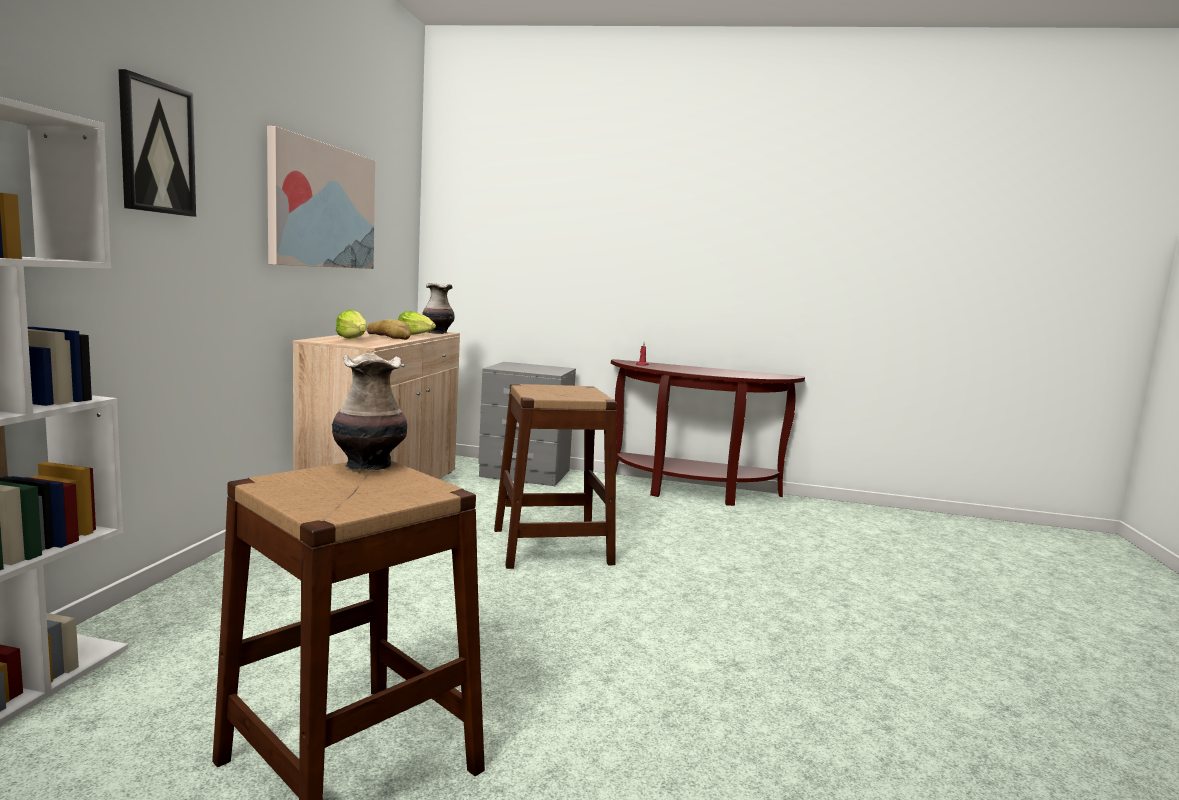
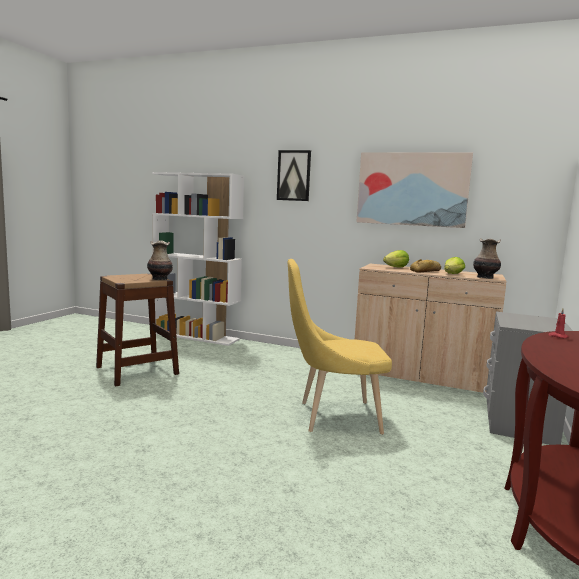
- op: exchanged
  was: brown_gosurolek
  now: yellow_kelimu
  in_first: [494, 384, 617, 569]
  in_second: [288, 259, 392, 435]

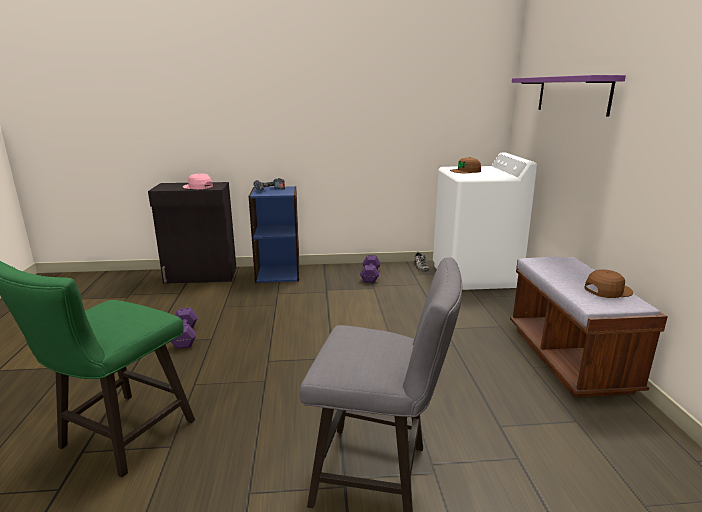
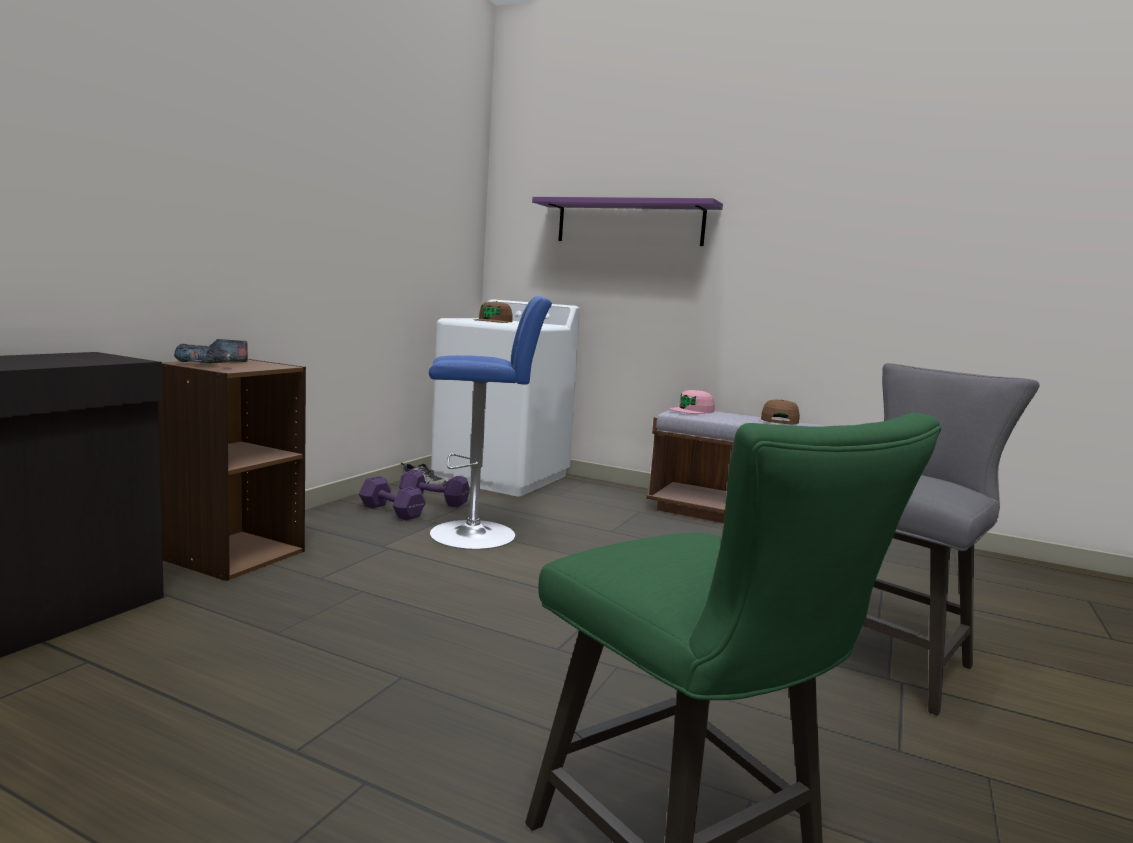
- op: appeared
  now: blue_gosurolek
  in_second: [429, 296, 552, 550]
- op: relocated
  was: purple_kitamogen
  in_first: [170, 307, 198, 349]
  in_second: [399, 470, 470, 508]
- op: relocated
  was: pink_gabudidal
  in_first: [183, 173, 213, 189]
  in_second: [670, 390, 715, 414]
- op: colour
  was: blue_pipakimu
  now: brown_pipakimu
  in_first: [249, 186, 300, 283]
  in_second: [158, 359, 306, 581]

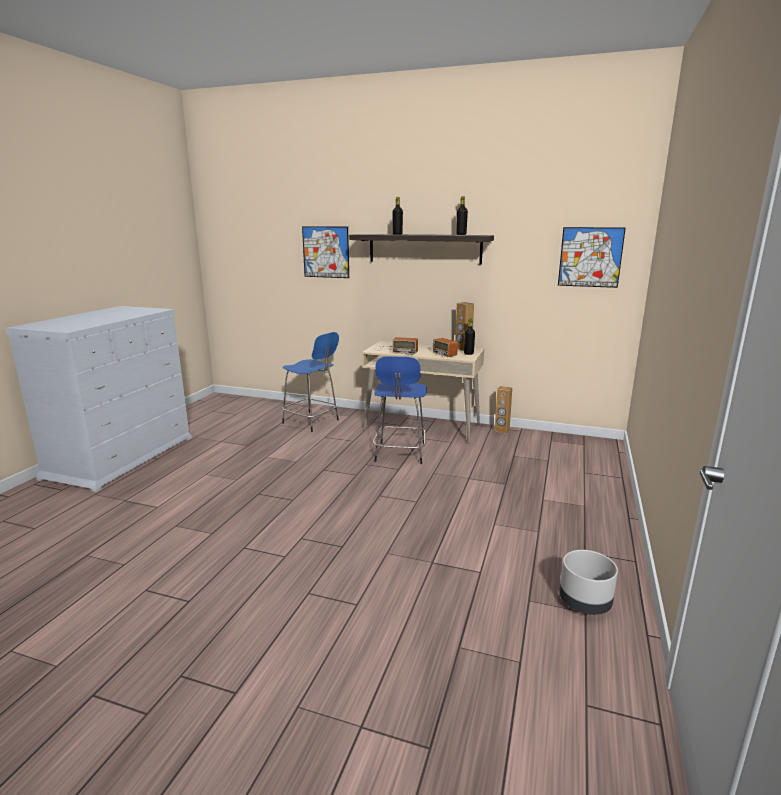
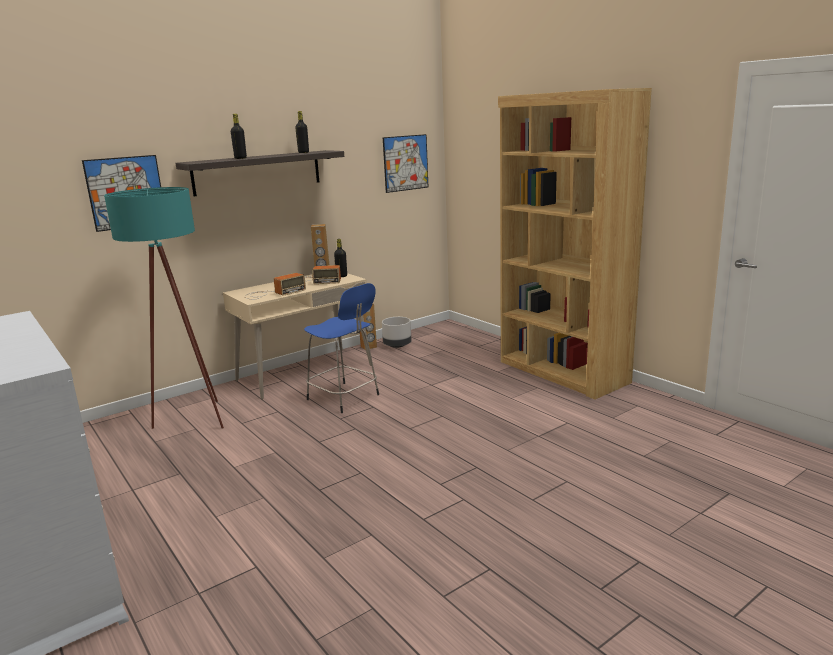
- op: appeared
  now: brown_pipakimu
  in_second: [498, 88, 652, 399]
- op: relocated
  was: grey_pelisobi
  in_first: [559, 550, 618, 615]
  in_second: [382, 317, 412, 348]
- op: exchanged
  was: blue_gosurolek
  now: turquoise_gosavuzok
  in_first: [282, 332, 339, 432]
  in_second: [104, 187, 224, 429]

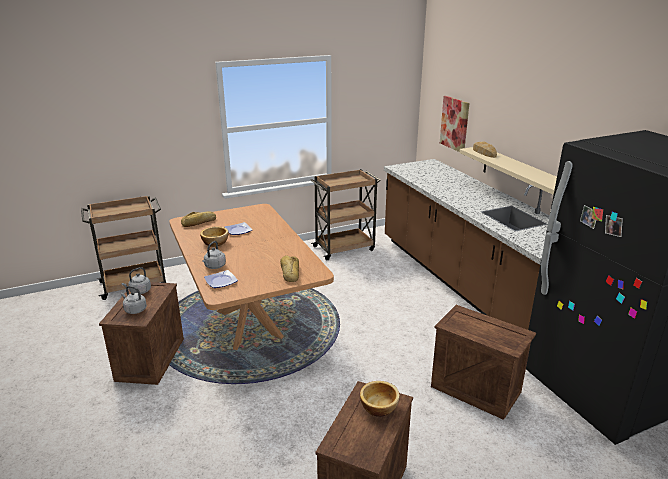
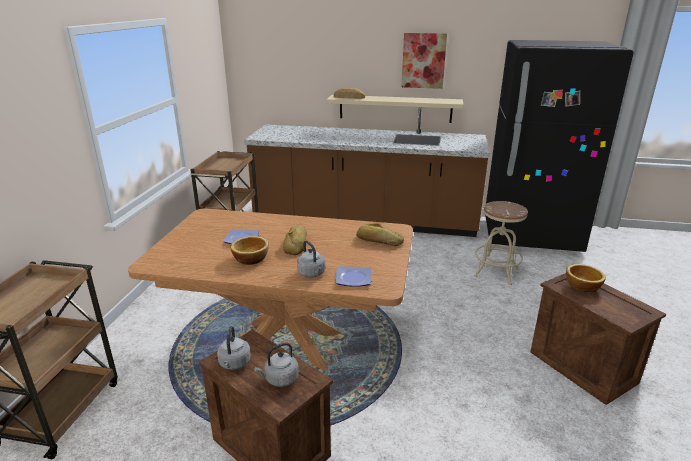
- op: relocated
  was: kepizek
  in_first: [181, 212, 216, 227]
  in_second: [283, 226, 307, 255]
- op: relocated
  was: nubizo
  in_first: [440, 96, 469, 152]
  in_second: [402, 33, 447, 89]
- op: exchanged
  was: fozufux
  now: beige_gosurolek
  in_first: [431, 305, 536, 420]
  in_second: [474, 201, 528, 285]

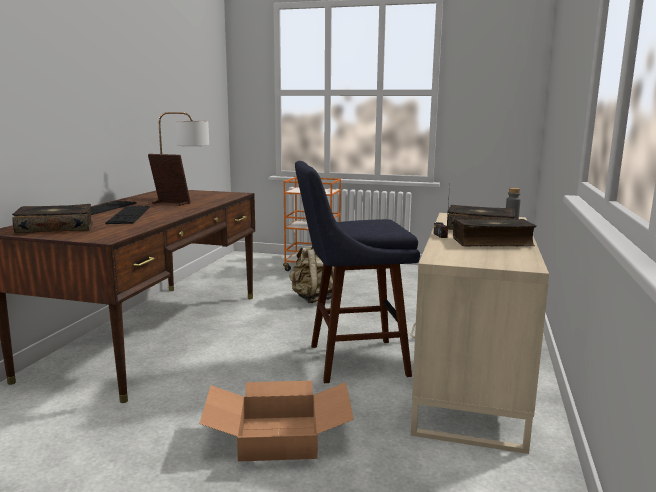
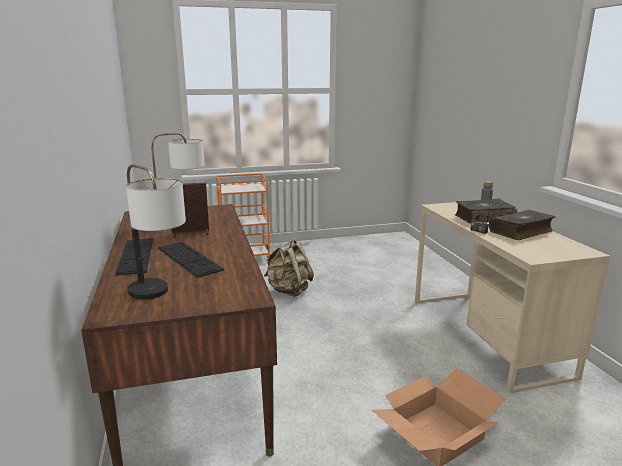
- op: missing
  was: blue_gosurolek
  in_first: [295, 161, 420, 383]
- op: exchanged
  was: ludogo
  now: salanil
  in_first: [12, 204, 93, 233]
  in_second: [126, 164, 186, 300]

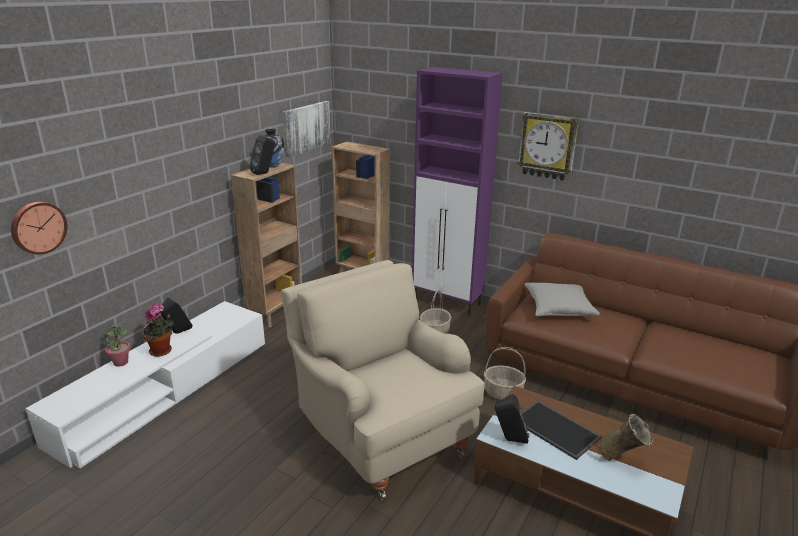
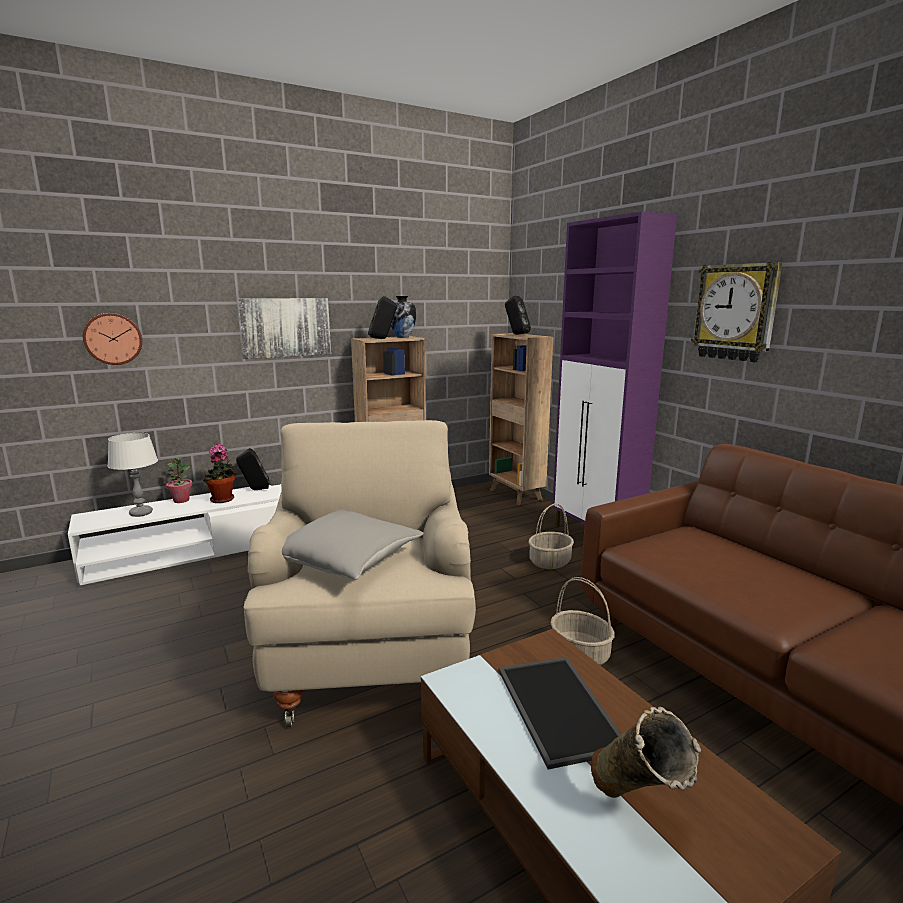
- op: appeared
  now: white_salanil
  in_second: [108, 433, 158, 517]
- op: relocated
  was: nubizo
  in_first: [283, 101, 331, 157]
  in_second: [237, 298, 331, 359]
- op: relocated
  was: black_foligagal
  in_first: [495, 394, 529, 444]
  in_second: [505, 296, 531, 335]
- op: relocated
  was: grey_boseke
  in_first: [524, 283, 600, 316]
  in_second: [282, 509, 424, 580]

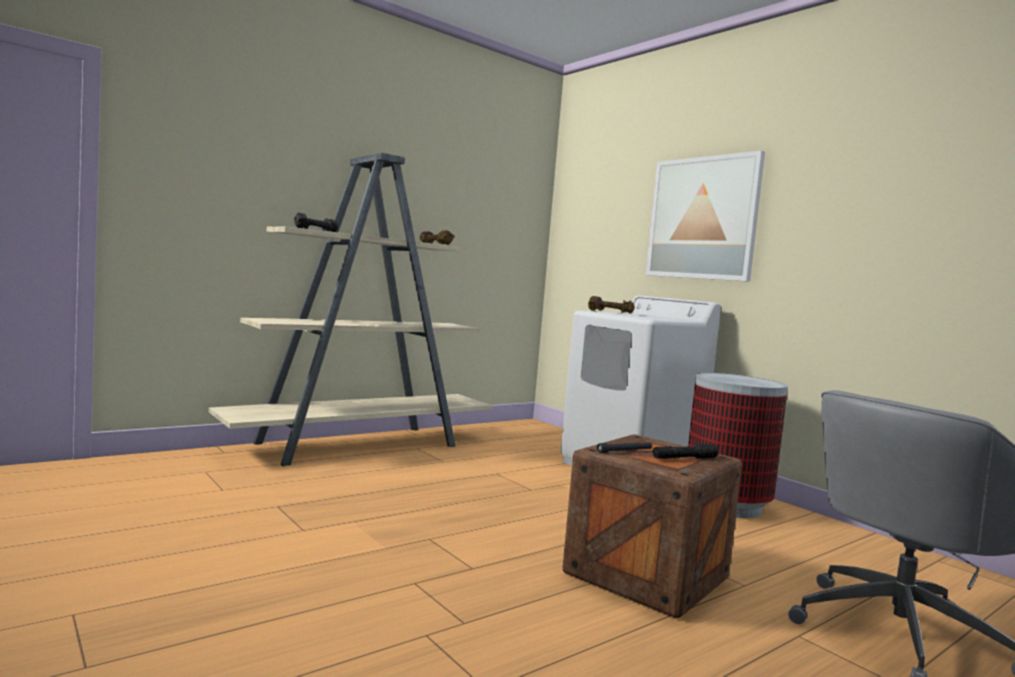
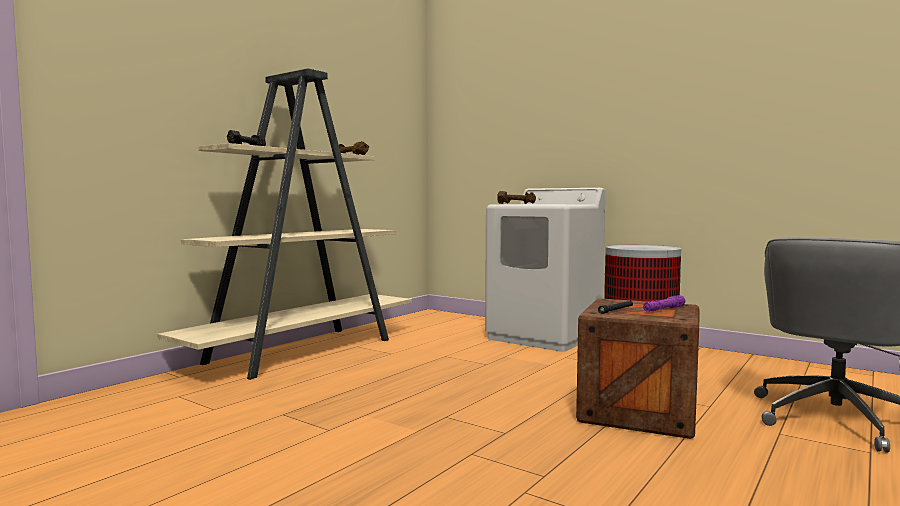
- op: missing
  was: nubizo
  in_first: [646, 151, 765, 282]
- op: colour
  was: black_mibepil
  now: purple_mibepil
  in_first: [652, 444, 718, 459]
  in_second: [643, 295, 685, 312]

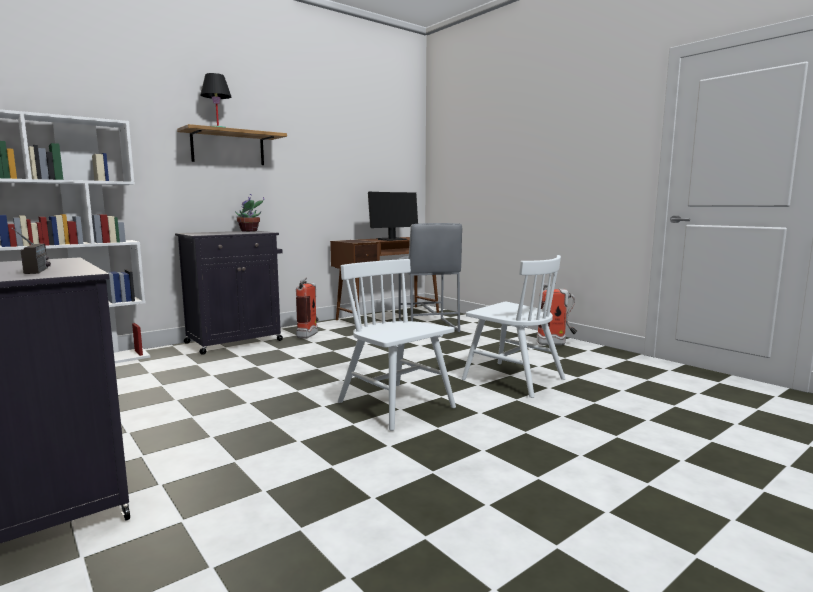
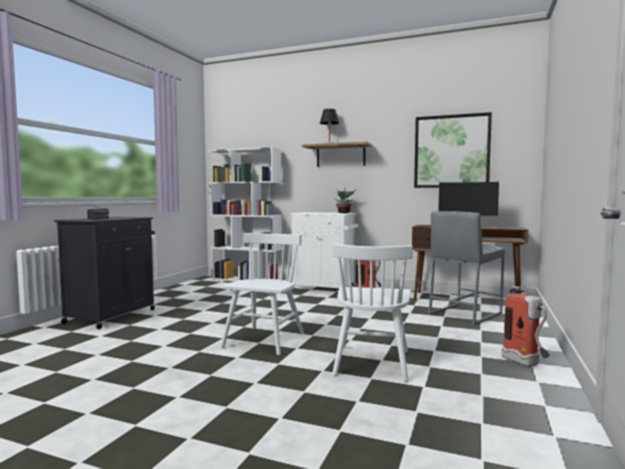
- op: appeared
  now: nubizo
  in_second: [414, 112, 492, 188]
- op: colour
  was: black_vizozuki
  now: white_vizozuki
  in_first: [175, 231, 283, 355]
  in_second: [290, 212, 358, 290]

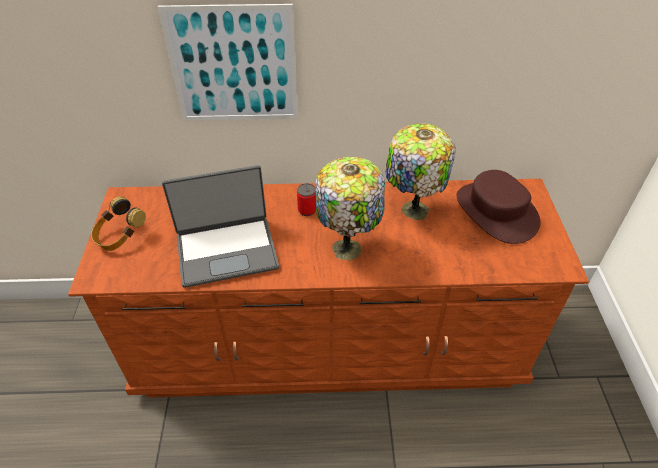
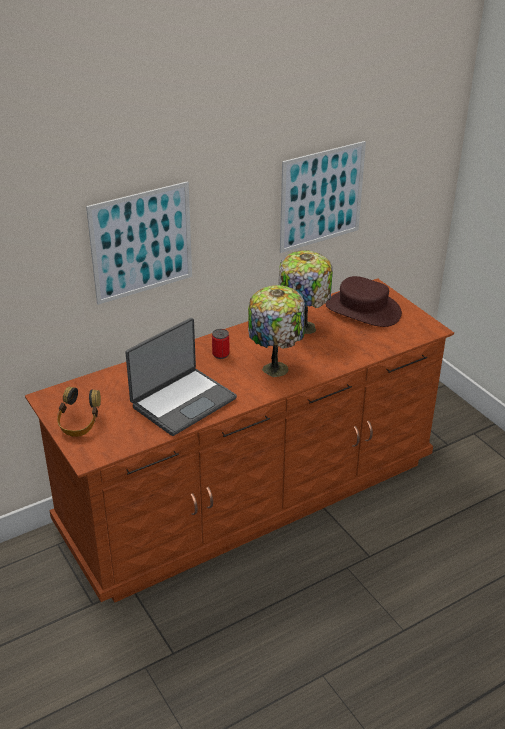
- op: appeared
  now: nubizo
  in_second: [280, 141, 366, 253]

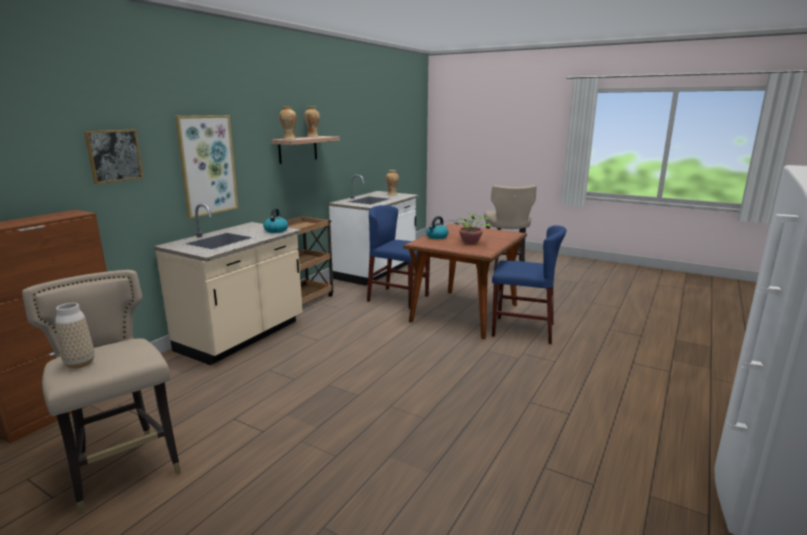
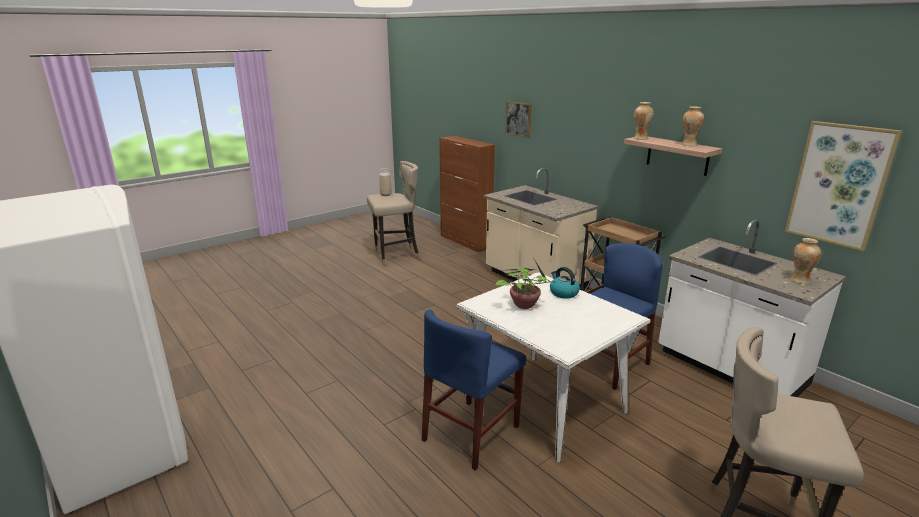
- op: missing
  was: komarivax
  in_first: [263, 208, 288, 233]
- op: relocated
  was: nubizo
  in_first: [175, 115, 238, 218]
  in_second: [785, 121, 902, 251]
- op: colour
  was: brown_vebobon
  now: white_vebobon
  in_first: [403, 224, 527, 339]
  in_second: [456, 272, 651, 462]

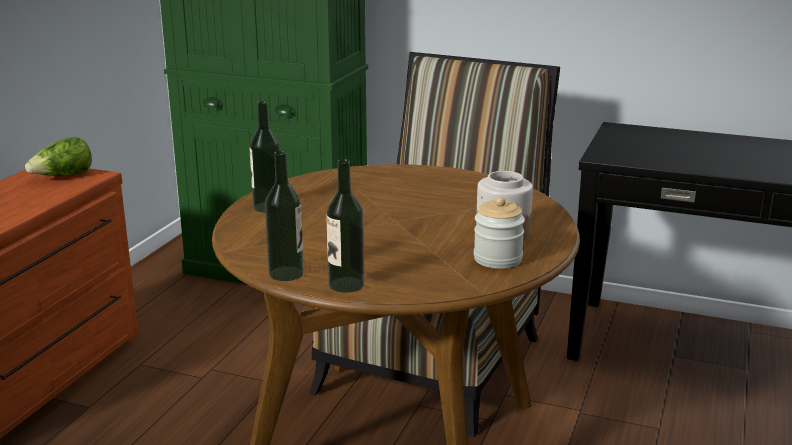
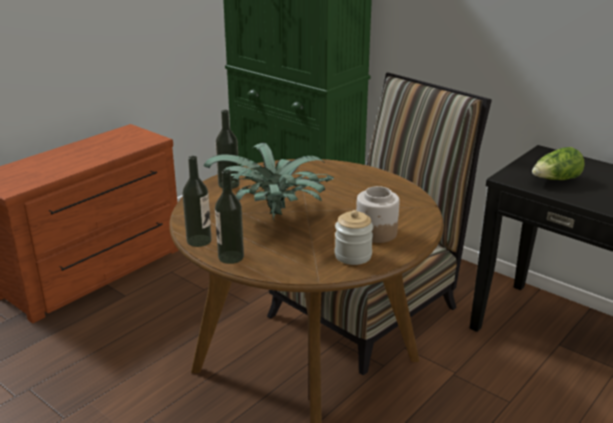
- op: appeared
  now: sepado
  in_second: [204, 143, 334, 220]
- op: relocated
  was: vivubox
  in_first: [25, 136, 92, 176]
  in_second: [532, 147, 585, 180]

